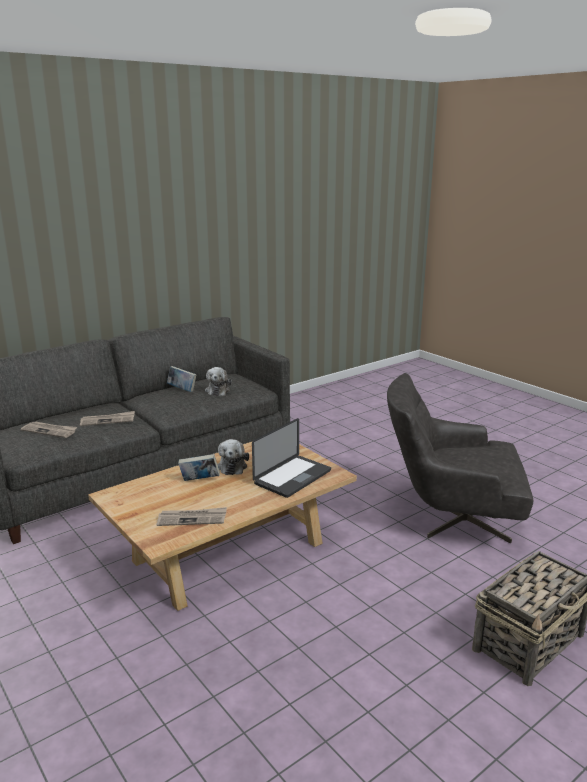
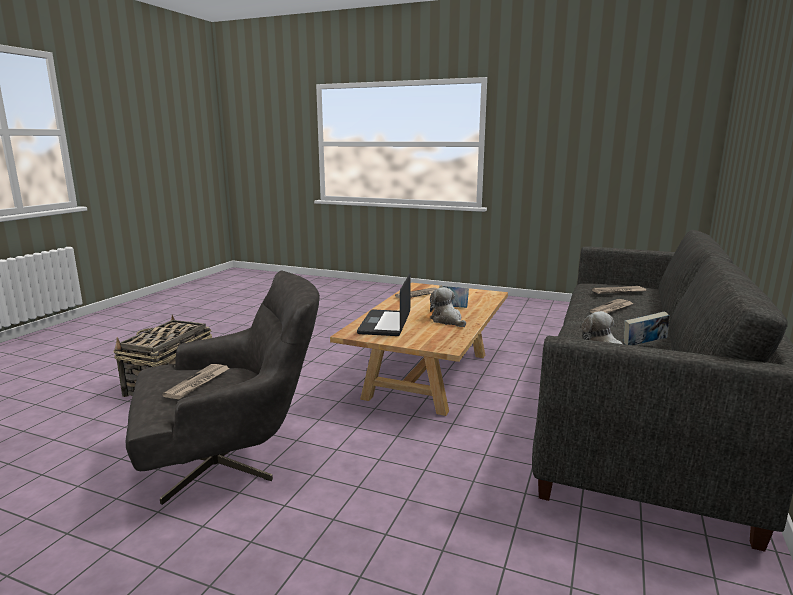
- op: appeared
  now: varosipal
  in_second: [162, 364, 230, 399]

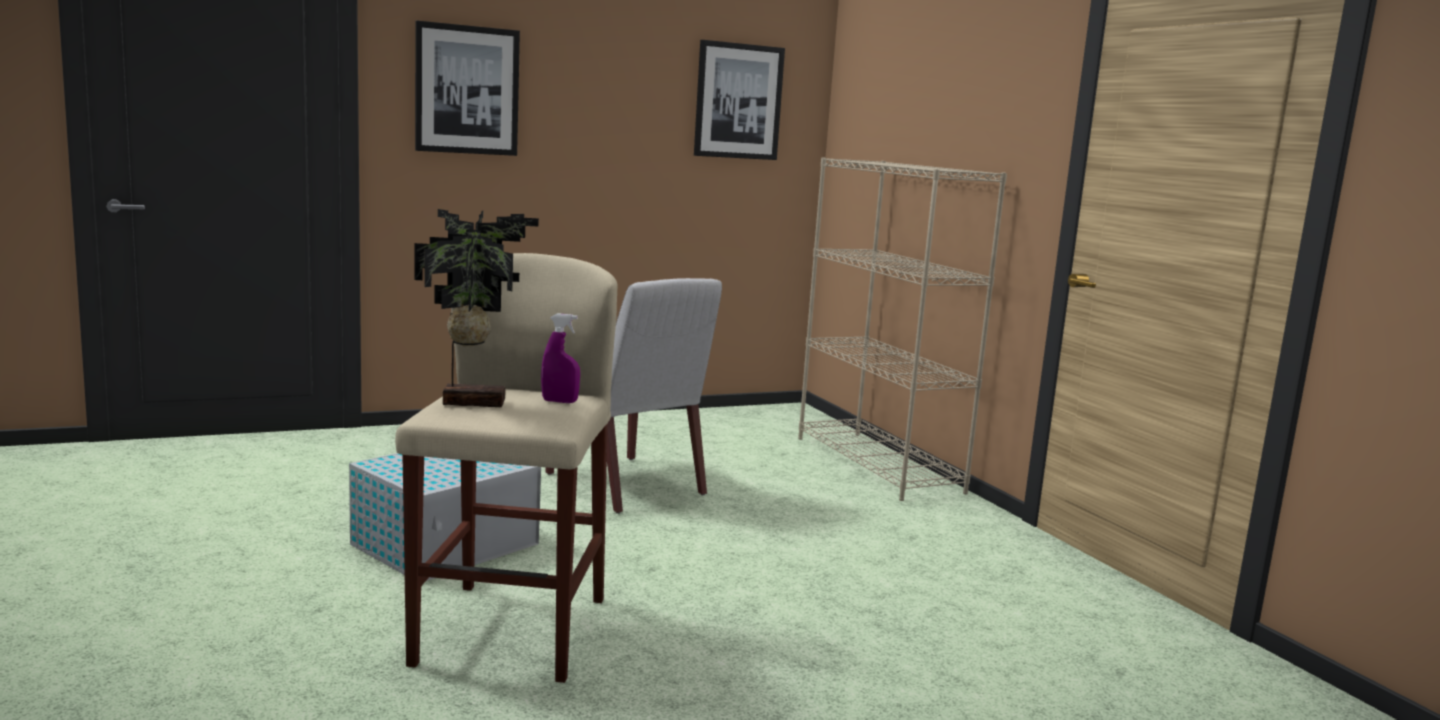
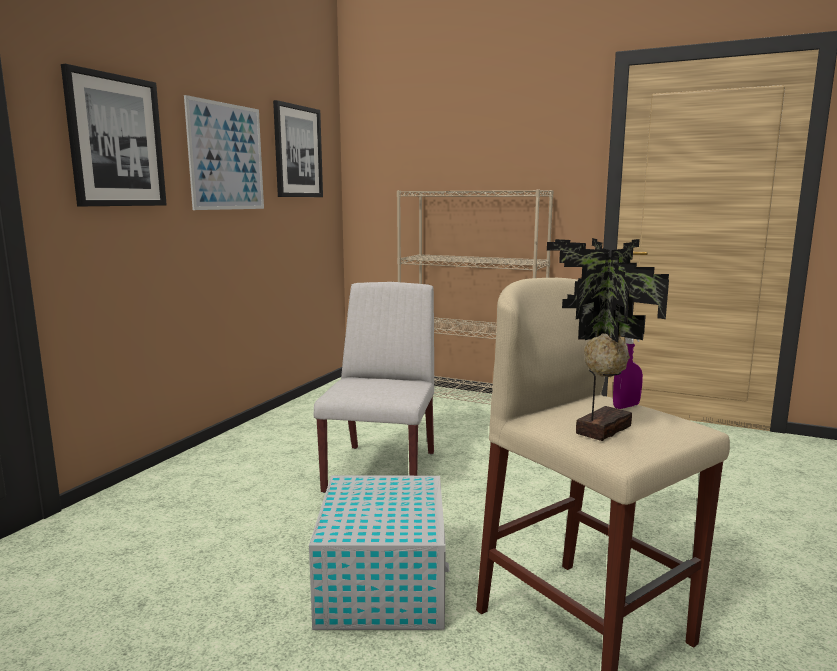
- op: appeared
  now: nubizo
  in_second: [184, 95, 264, 210]
- op: spun
  was: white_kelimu
  in_first: [545, 278, 722, 514]
  in_second: [314, 282, 434, 493]
  clockwise: -90

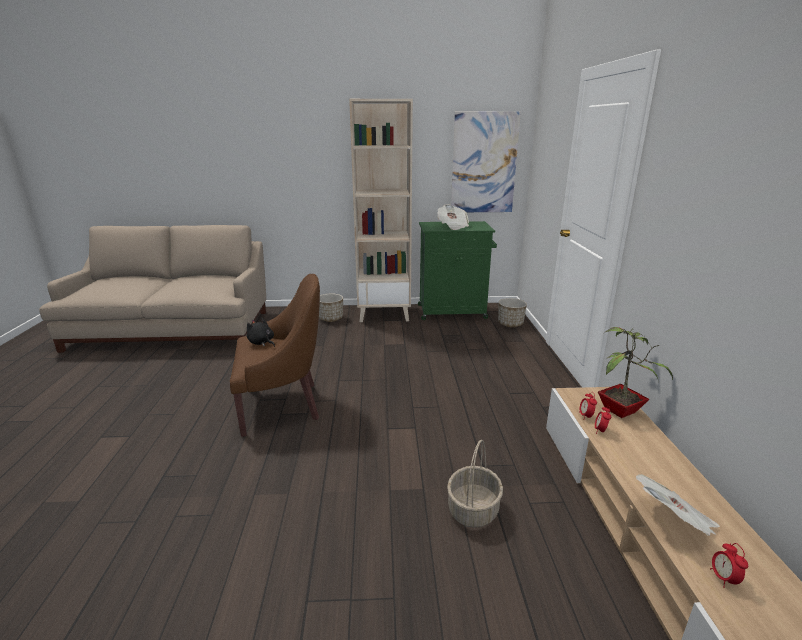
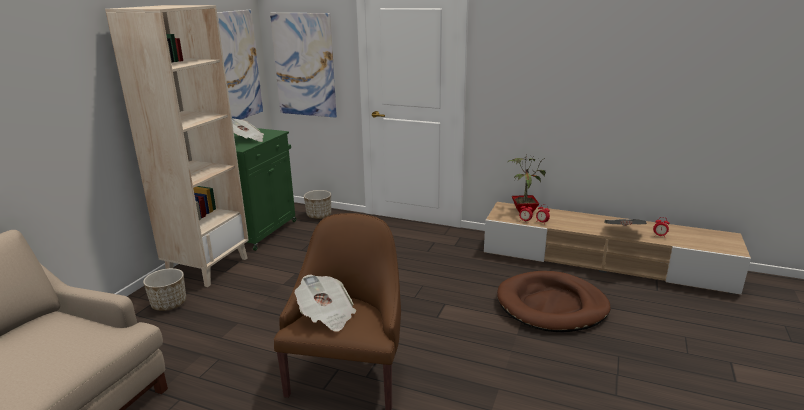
- op: appeared
  now: nubizo
  in_second: [270, 13, 337, 118]
- op: exchanged
  was: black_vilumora
  now: varosipal
  in_first: [247, 318, 275, 347]
  in_second: [295, 274, 356, 332]
- op: exchanged
  was: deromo
  now: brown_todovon
  in_first: [447, 440, 503, 528]
  in_second: [497, 271, 610, 332]

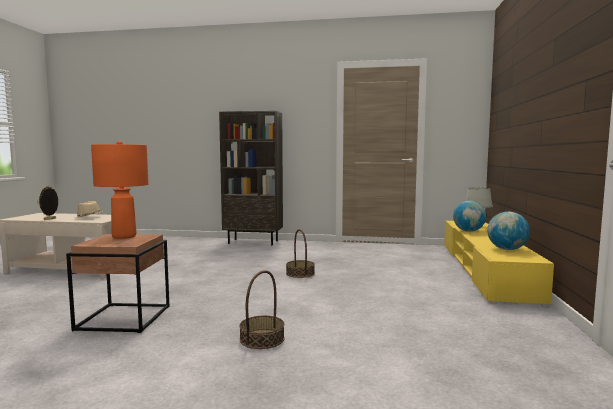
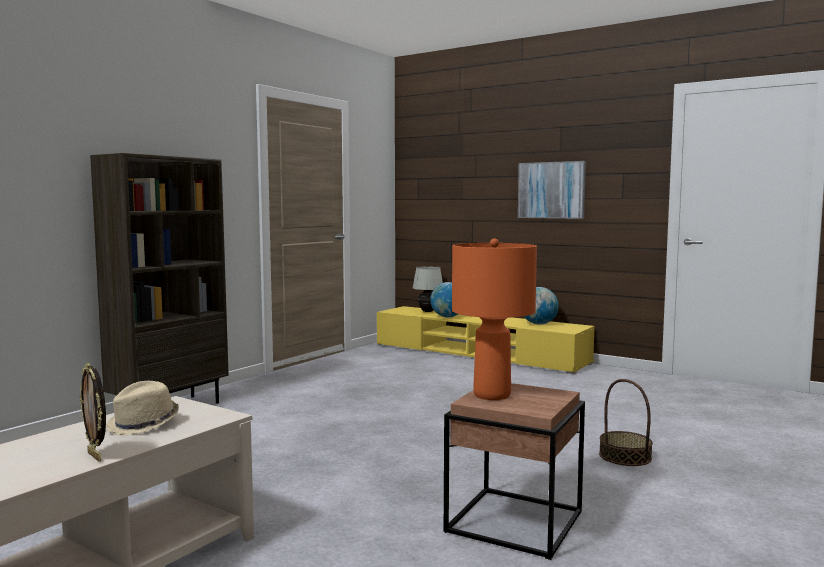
- op: missing
  was: deromo
  in_first: [286, 229, 315, 278]
- op: appeared
  now: nubizo
  in_second: [518, 161, 586, 219]

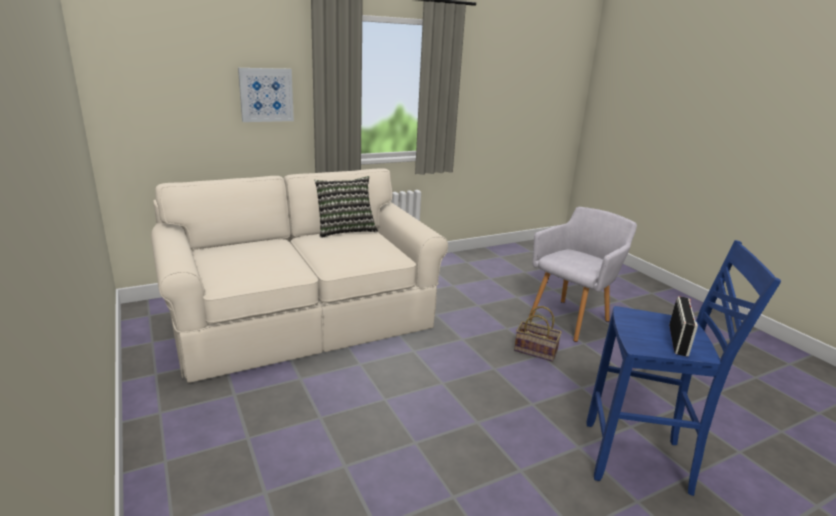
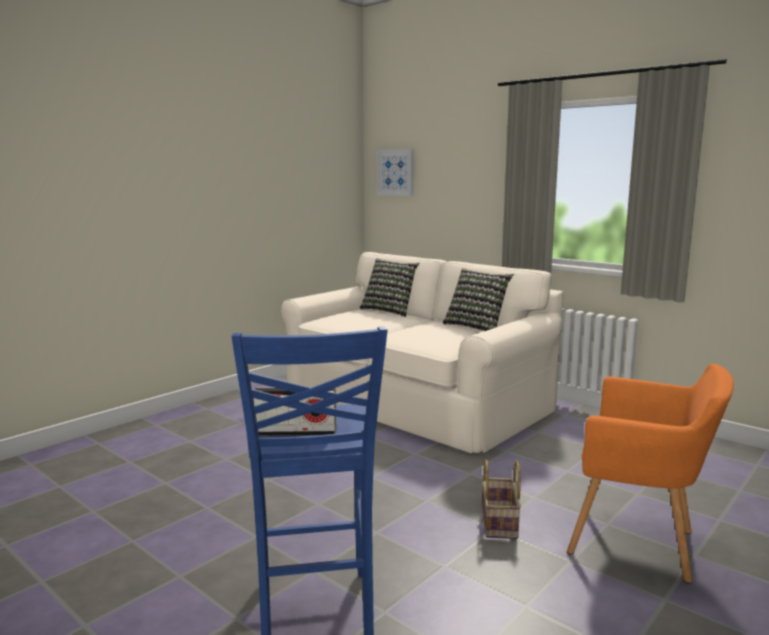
- op: appeared
  now: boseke
  in_second: [360, 258, 420, 317]
- op: relocated
  was: nubizo
  in_first: [238, 68, 294, 122]
  in_second: [377, 149, 414, 196]
- op: colour
  was: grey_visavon
  now: orange_visavon
  in_first: [528, 207, 637, 342]
  in_second: [567, 364, 734, 583]

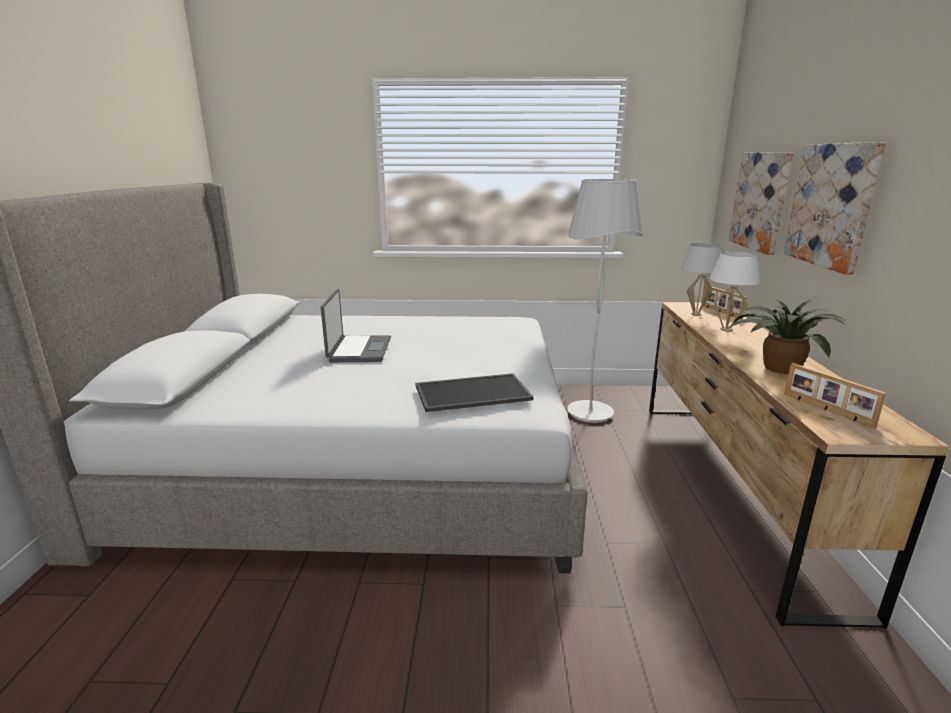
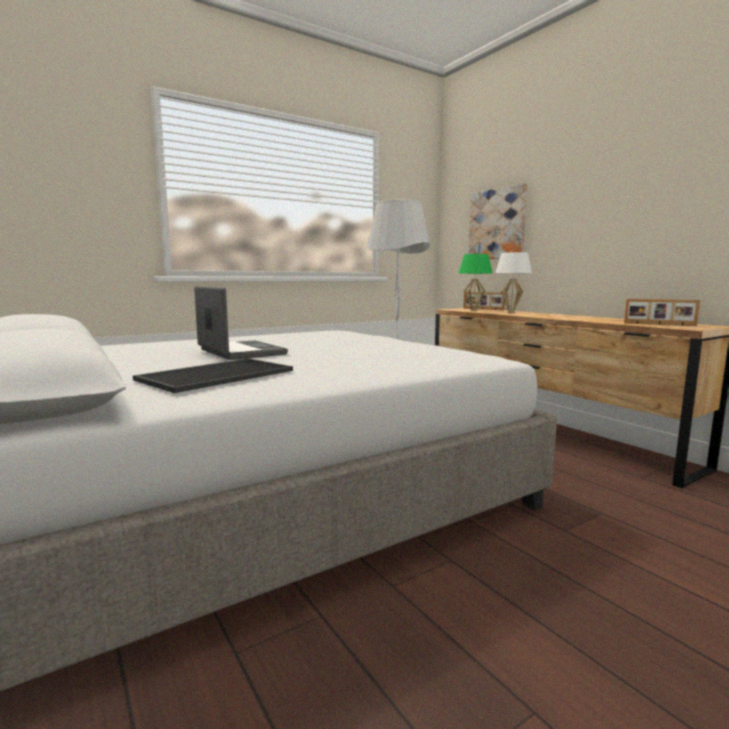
- op: missing
  was: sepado
  in_first: [729, 299, 845, 374]
- op: missing
  was: nubizo
  in_first: [784, 142, 886, 274]
- op: relocated
  was: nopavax
  in_first: [415, 373, 533, 412]
  in_second: [133, 358, 293, 393]
- op: colour
  was: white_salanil
  now: green_salanil
  in_first: [681, 243, 724, 316]
  in_second: [459, 254, 492, 311]

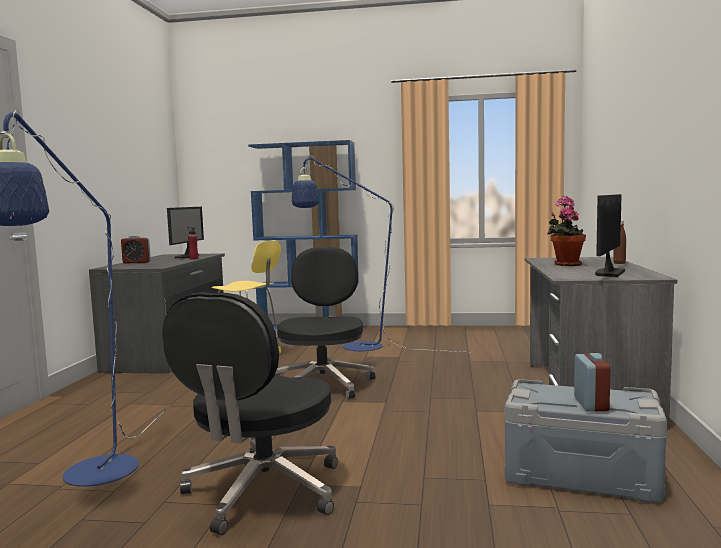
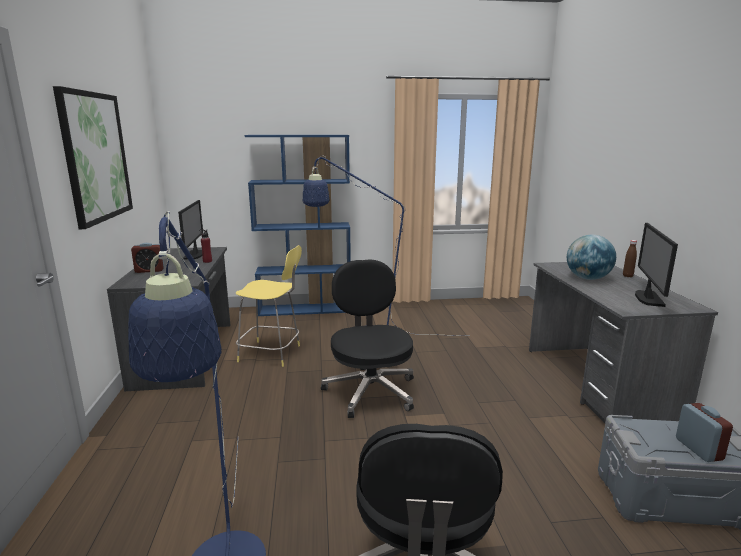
- op: appeared
  now: nubizo
  in_second: [53, 86, 133, 229]
- op: exchanged
  was: sepado
  now: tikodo
  in_first: [547, 196, 586, 266]
  in_second: [567, 235, 616, 280]

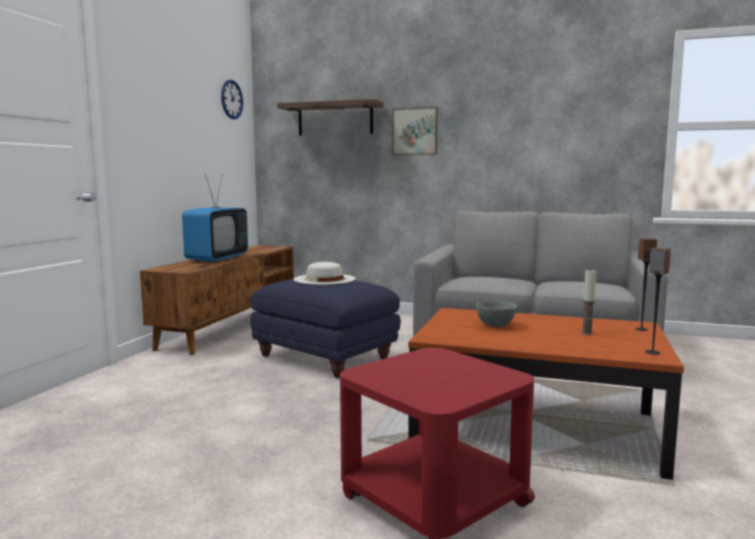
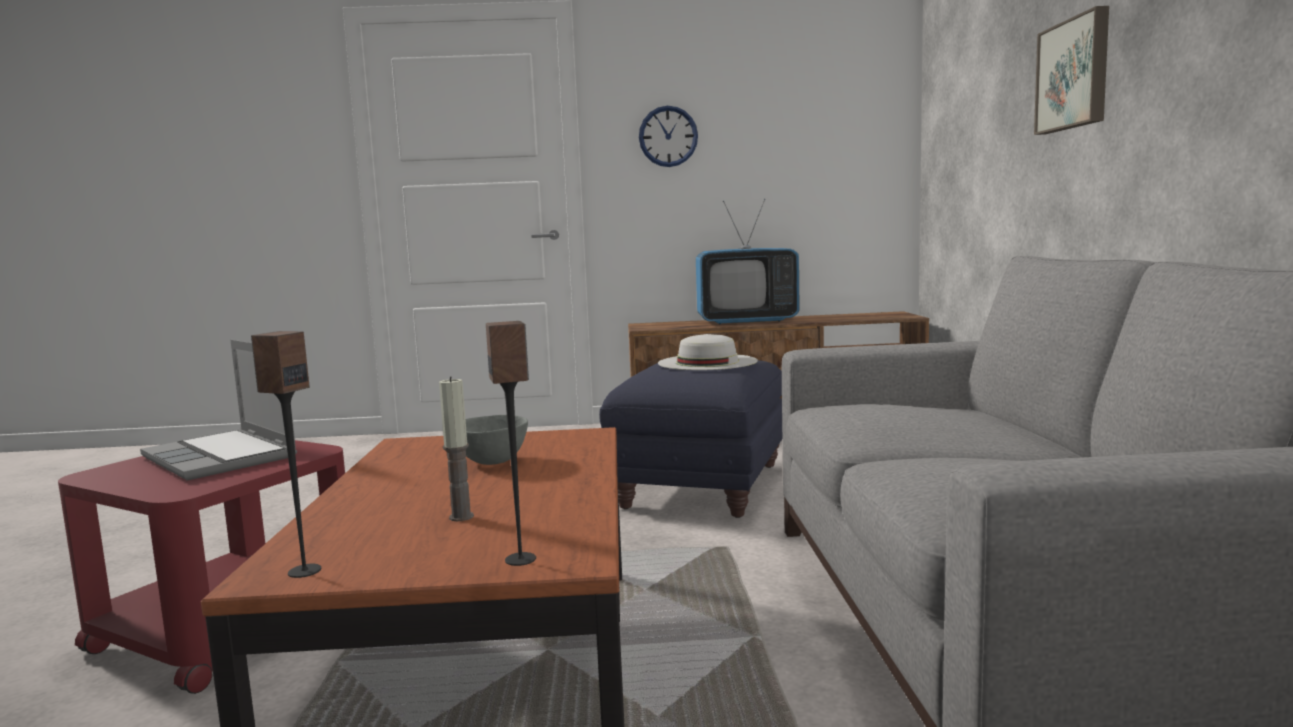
- op: missing
  was: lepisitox
  in_first: [277, 99, 384, 136]
- op: appeared
  now: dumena
  in_second: [140, 340, 297, 481]
- op: relocated
  was: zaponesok
  in_first: [221, 80, 243, 119]
  in_second: [639, 106, 698, 167]

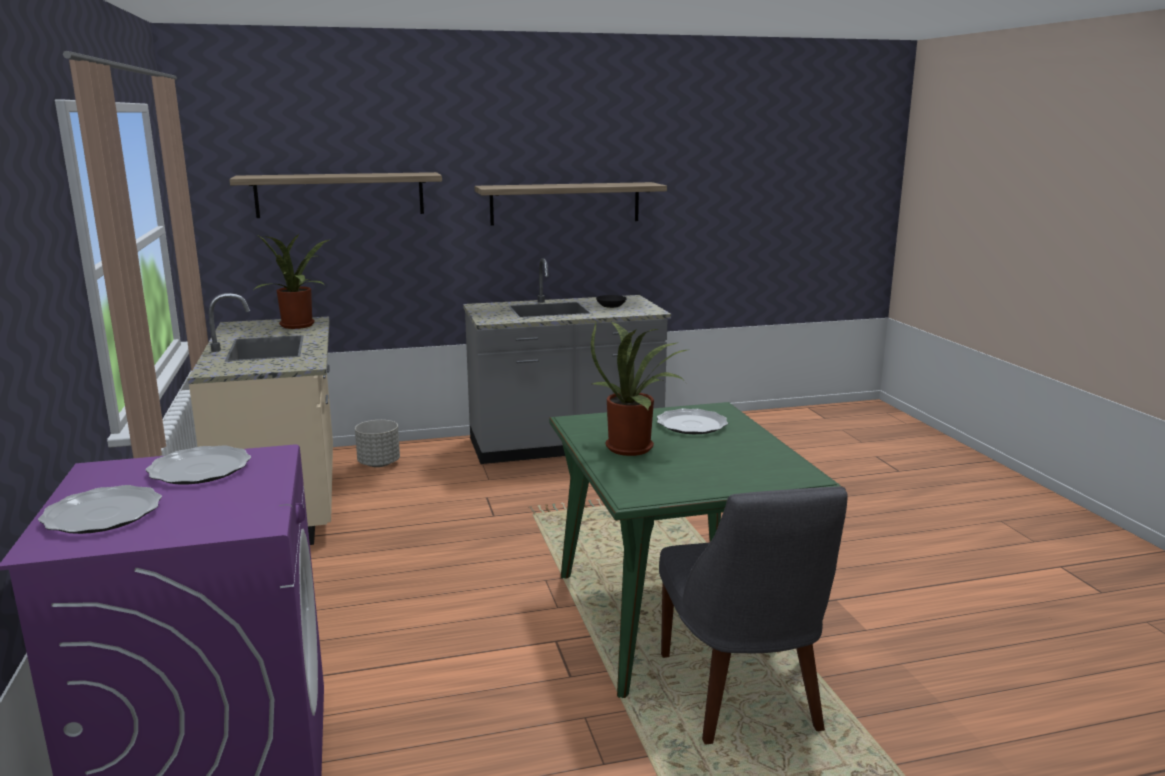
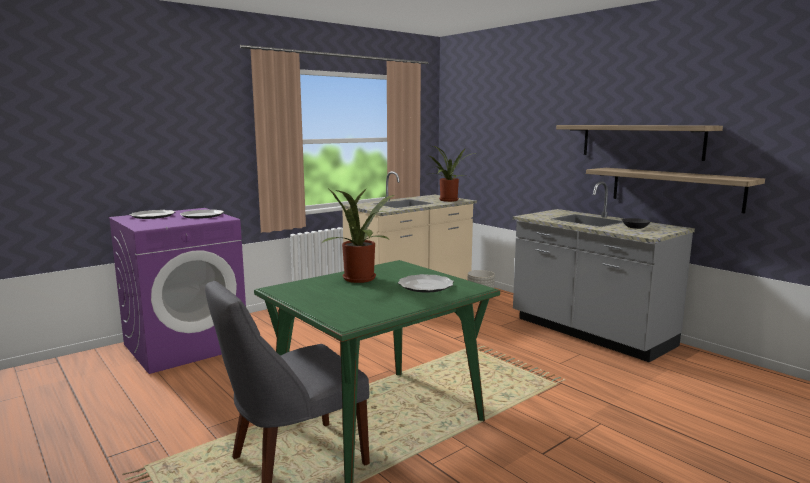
- op: relocated
  was: lepisitox
  in_first: [229, 172, 442, 218]
  in_second: [586, 168, 765, 214]

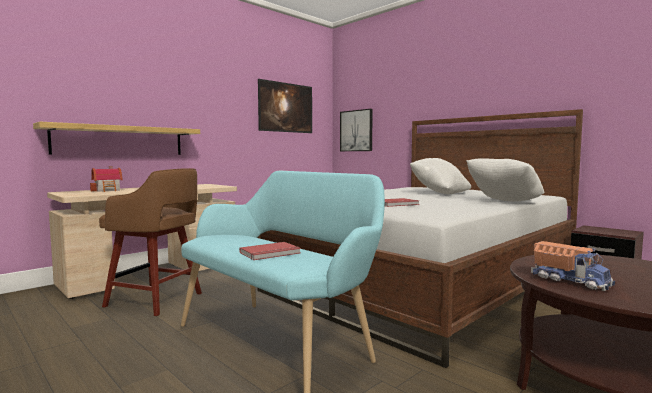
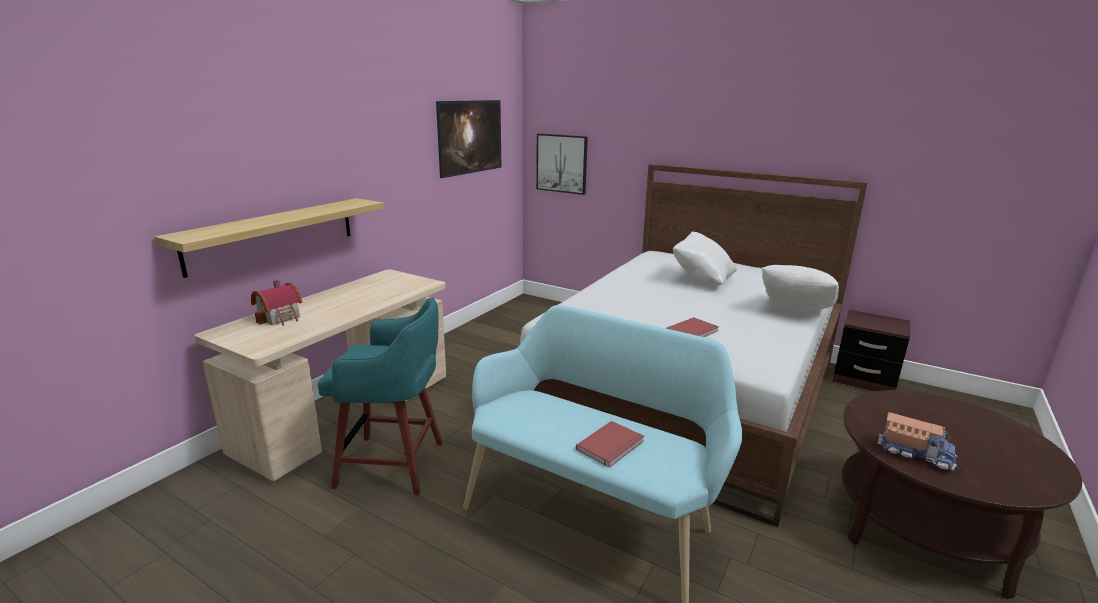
- op: colour
  was: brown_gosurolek
  now: turquoise_gosurolek
  in_first: [99, 168, 202, 316]
  in_second: [318, 297, 443, 495]

